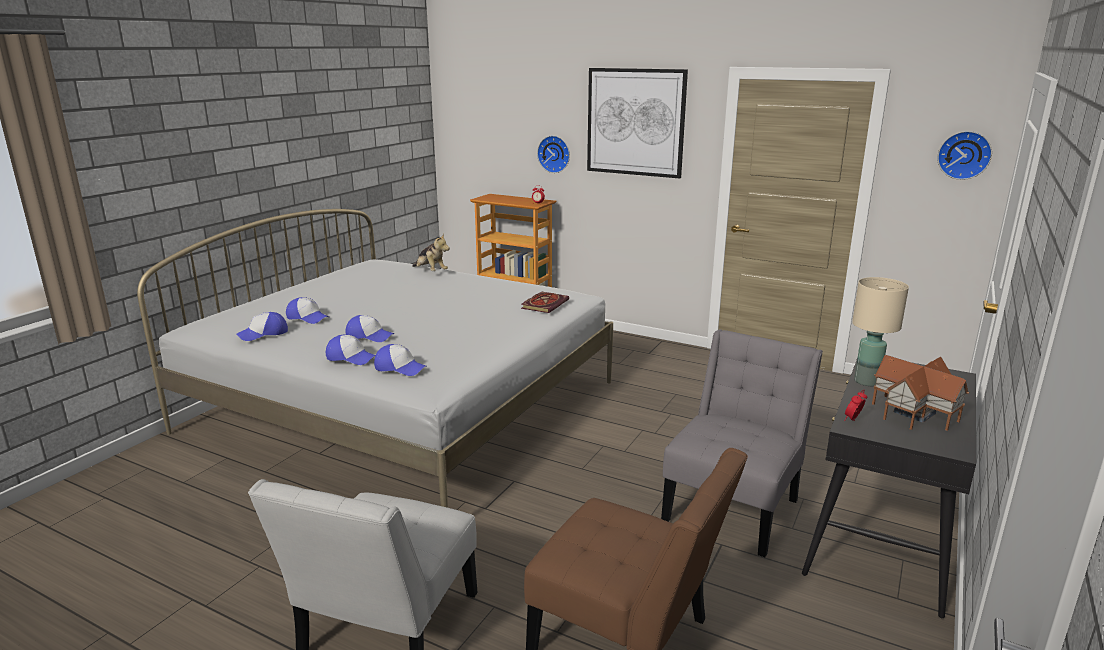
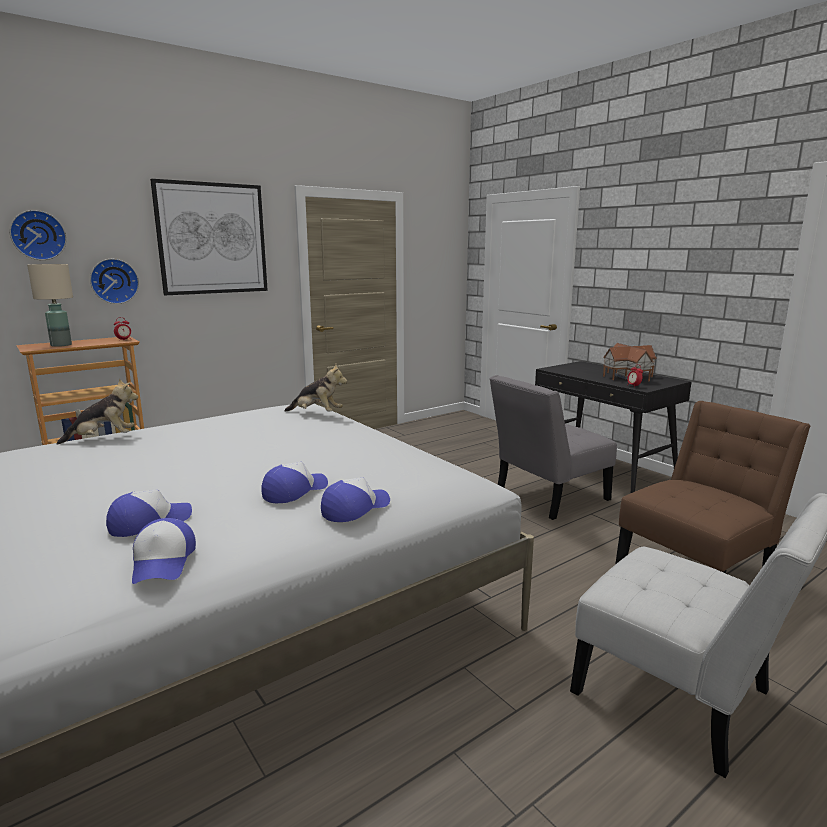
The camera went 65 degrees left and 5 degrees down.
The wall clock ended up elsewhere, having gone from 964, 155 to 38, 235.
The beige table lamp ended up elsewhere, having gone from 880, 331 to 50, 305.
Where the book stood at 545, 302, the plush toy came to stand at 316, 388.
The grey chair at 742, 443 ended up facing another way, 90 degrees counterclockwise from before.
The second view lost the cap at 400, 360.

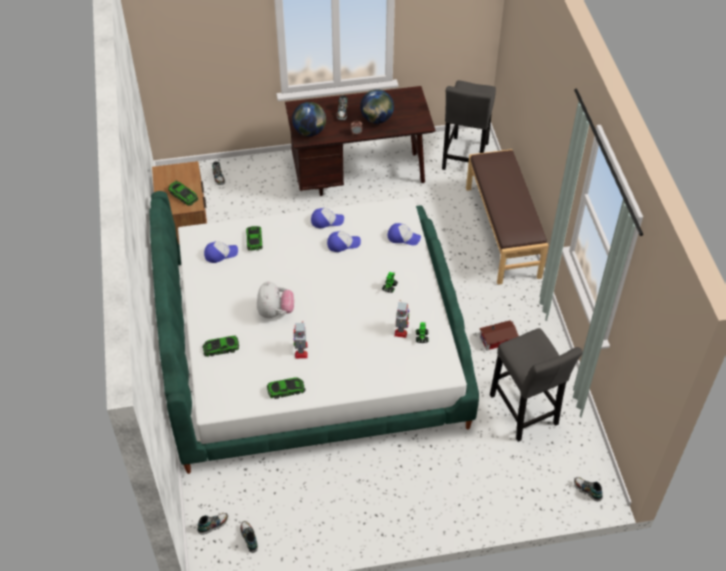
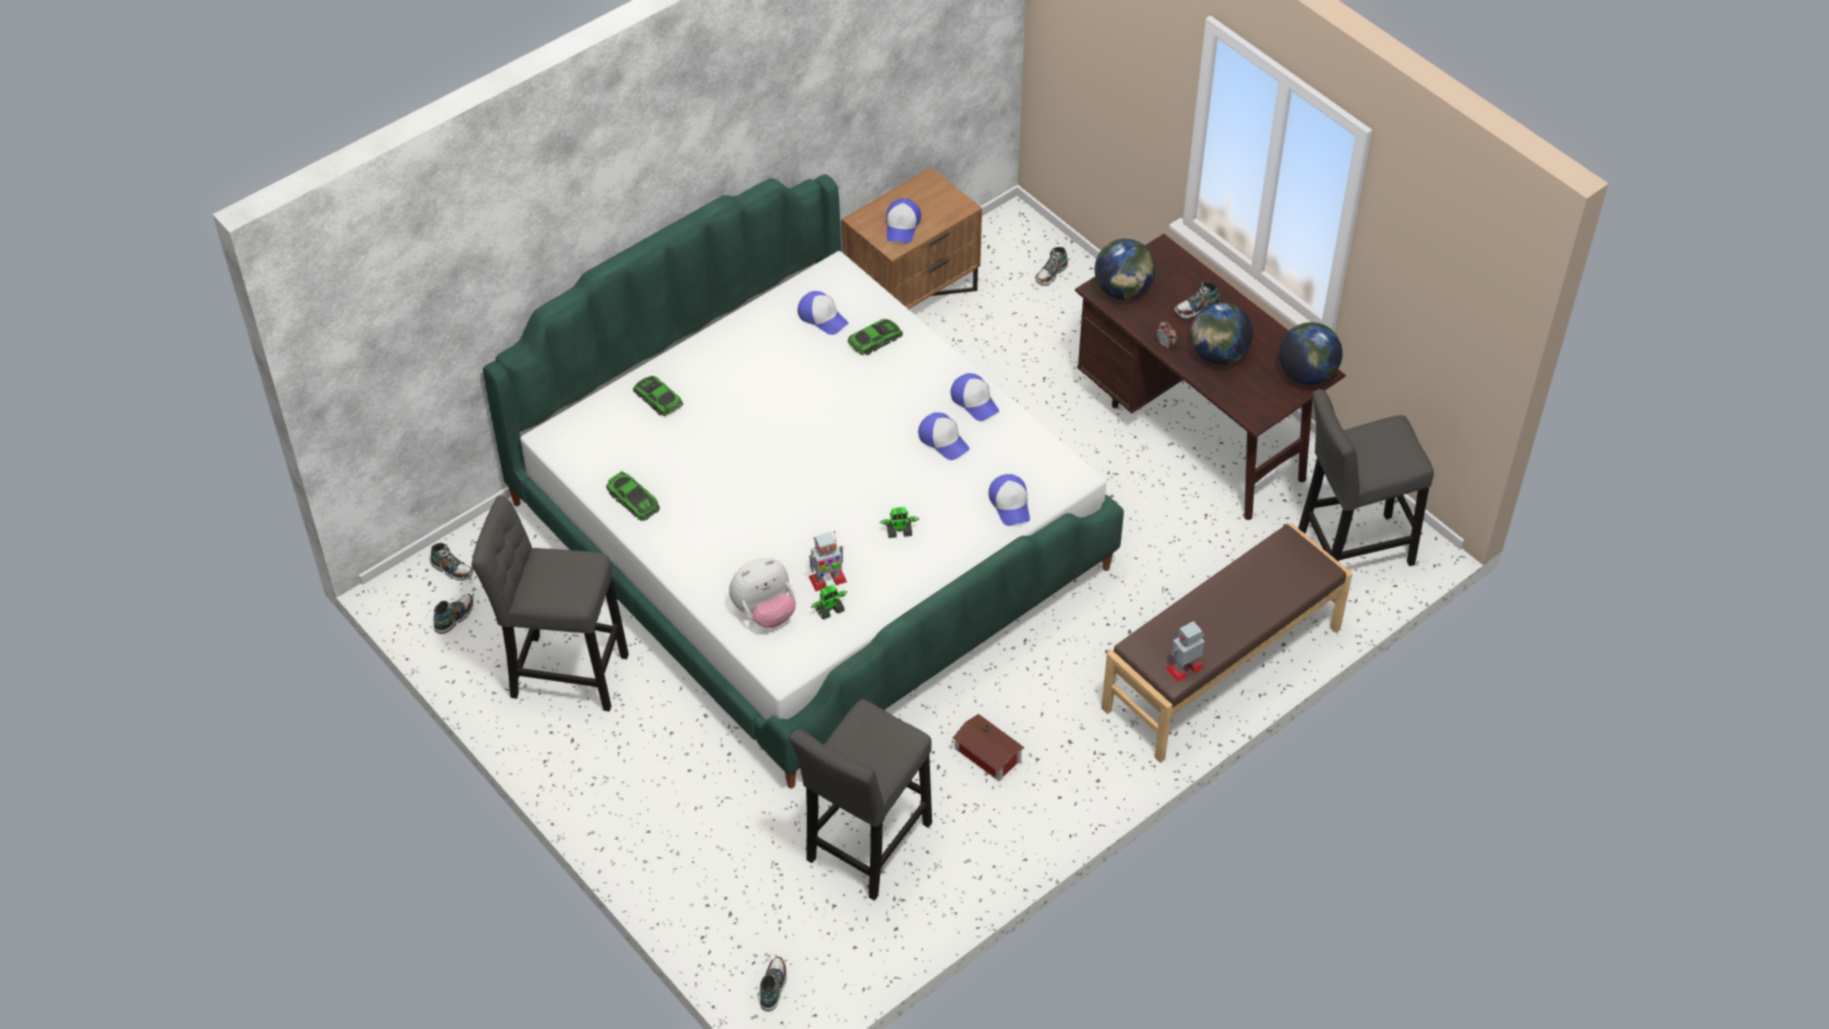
The camera went 60 degrees right and 0 degrees up.
The second view gained the grey stool at 550, 603.
The plush toy ended up elsewhere, having gone from 275, 299 to 762, 593.
Where the toy car stood at 183, 193, the cap came to stand at 903, 221.
The toy robot ended up elsewhere, having gone from 300, 340 to 1185, 651.
The second view gained the globe at 1311, 353.

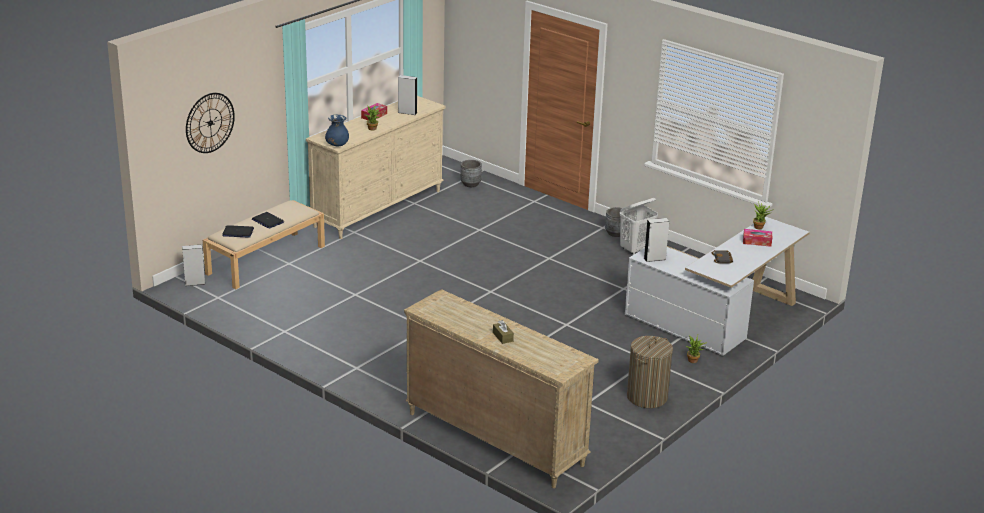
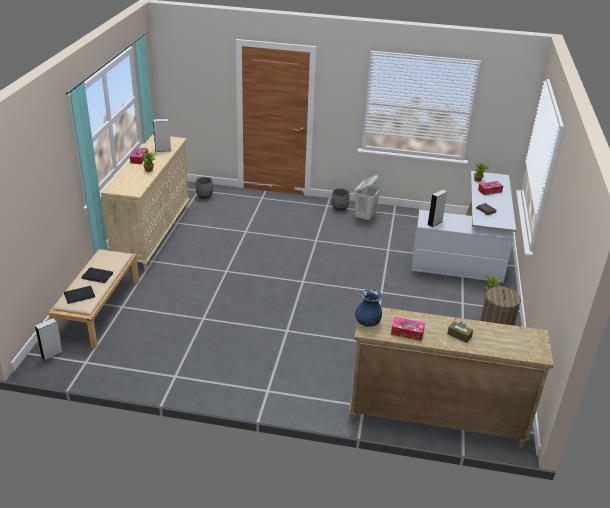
The camera went 30 degrees left and 5 degrees up.
The blue vase ended up elsewhere, having gone from 337, 130 to 368, 307.
The second view gained the tissue box at 408, 329.
The second view lost the wall clock at 210, 123.

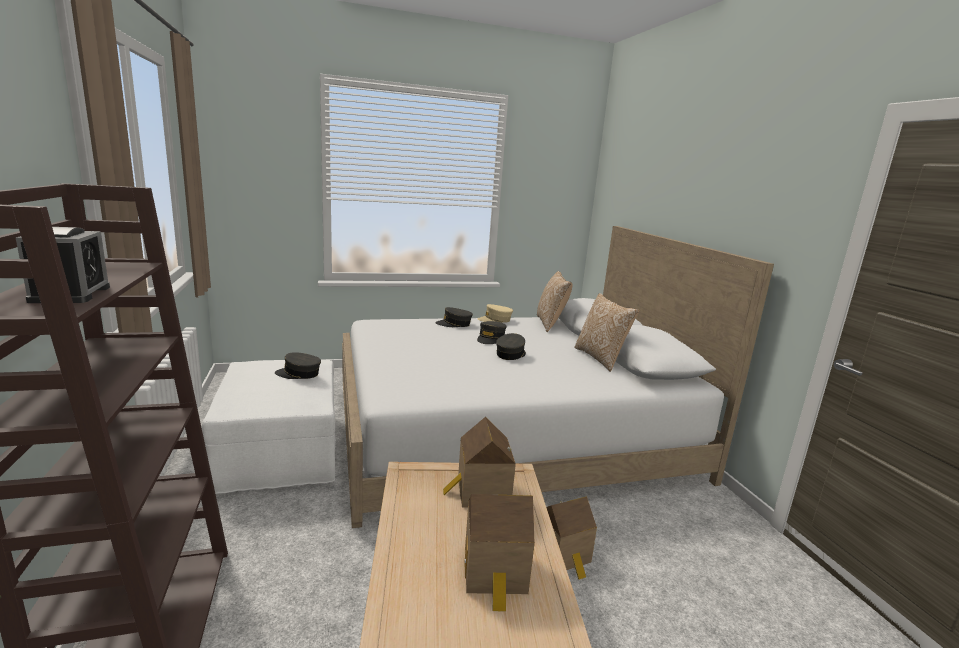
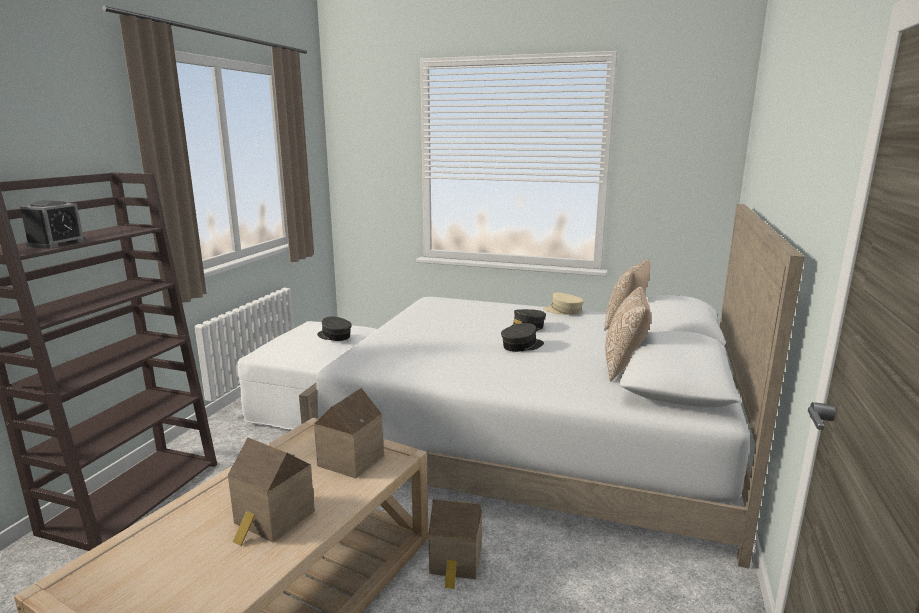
The camera went 35 degrees right and 0 degrees up.
The second view lost the grey cap at 454, 317.

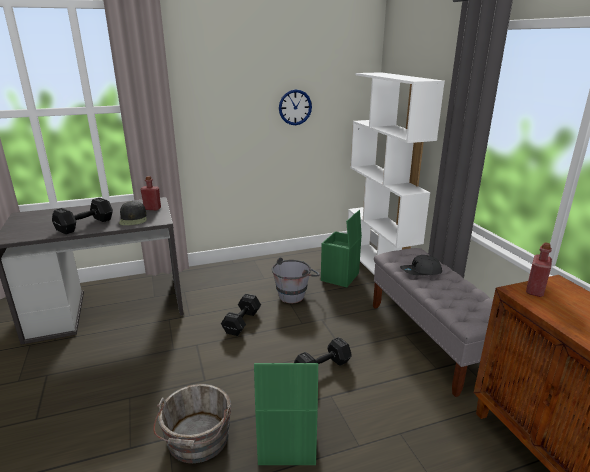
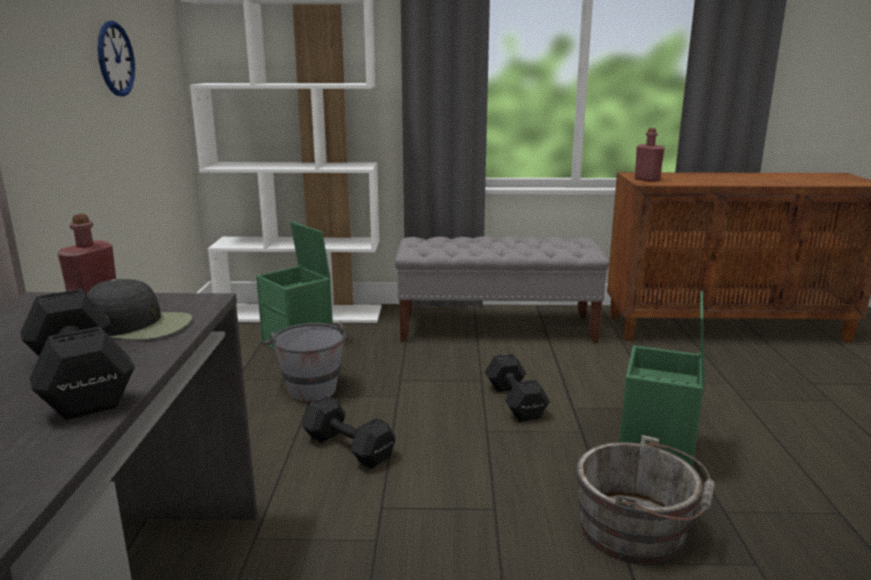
The camera went 70 degrees left and 5 degrees down.
The second view lost the grey cap at 421, 265.

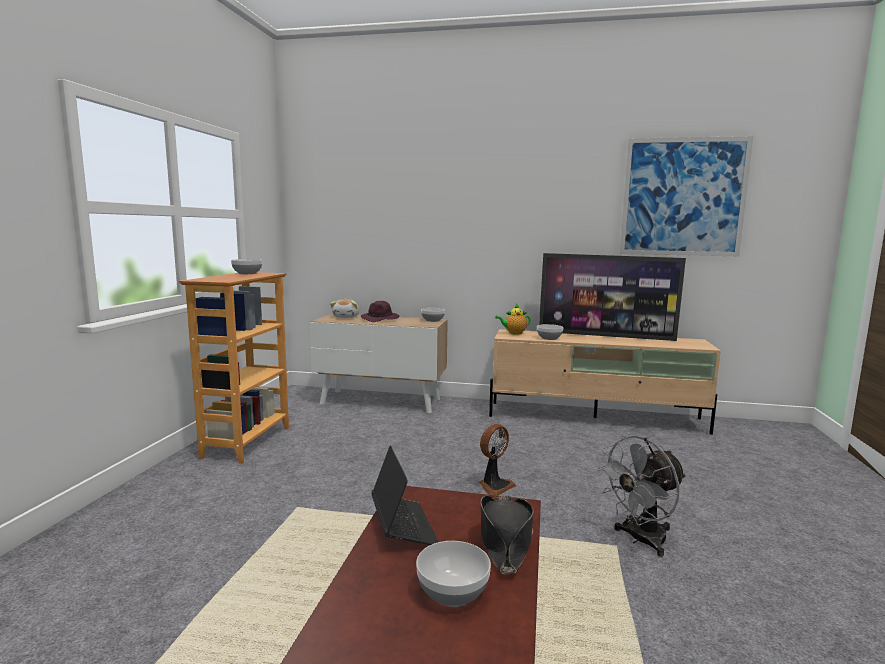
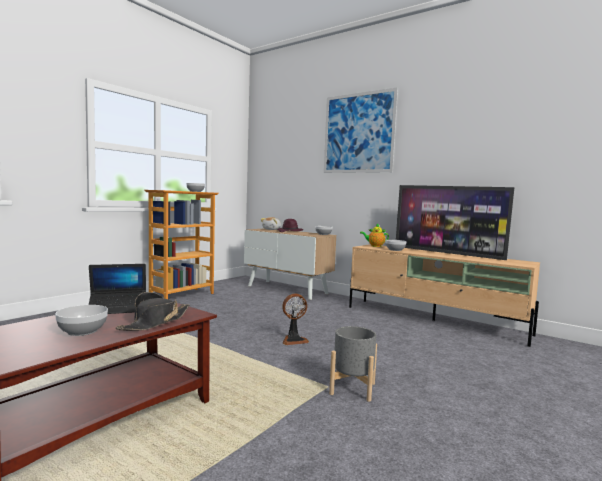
The camera went 25 degrees right and 5 degrees down.
The laptop at 405, 495 ended up facing another way, 60 degrees clockwise from before.
The picture ended up elsewhere, having gone from 686, 196 to 361, 130.
Where the grey fan stood at 641, 496, the grey planter came to stand at 353, 364.

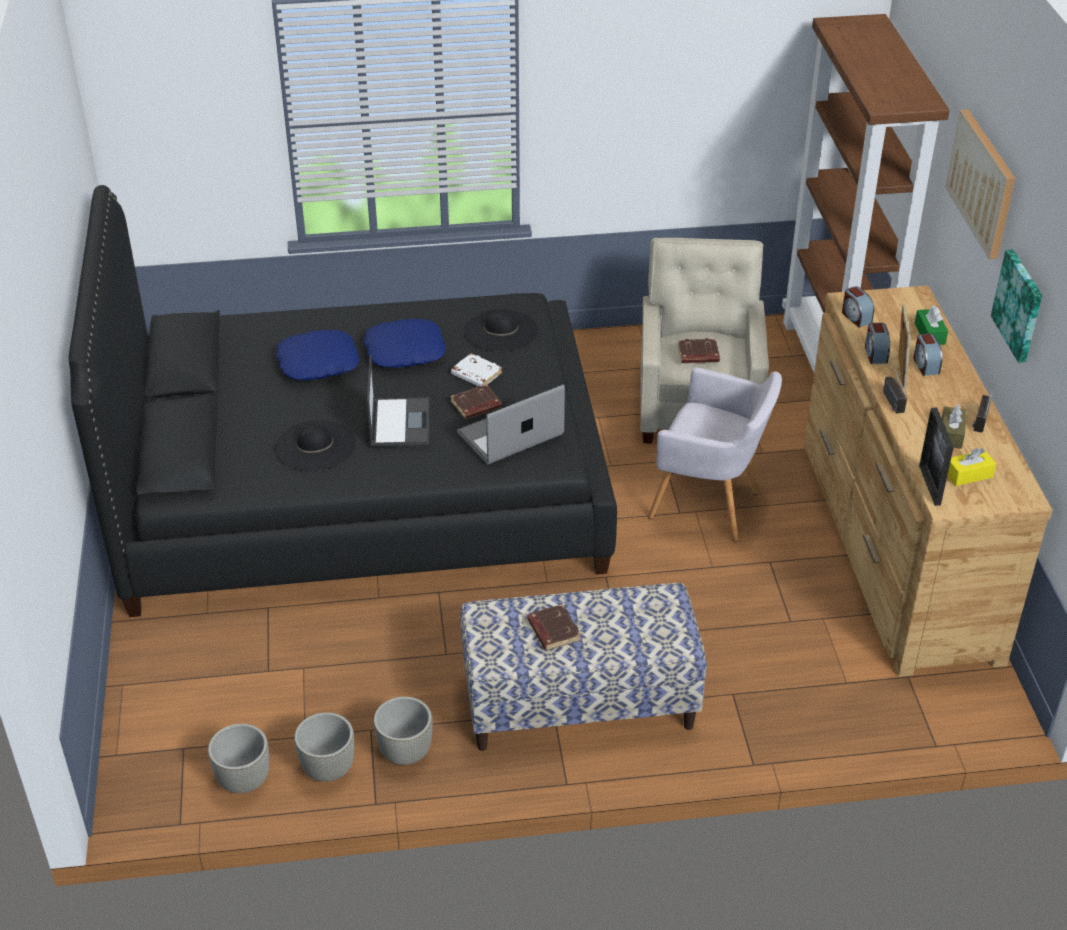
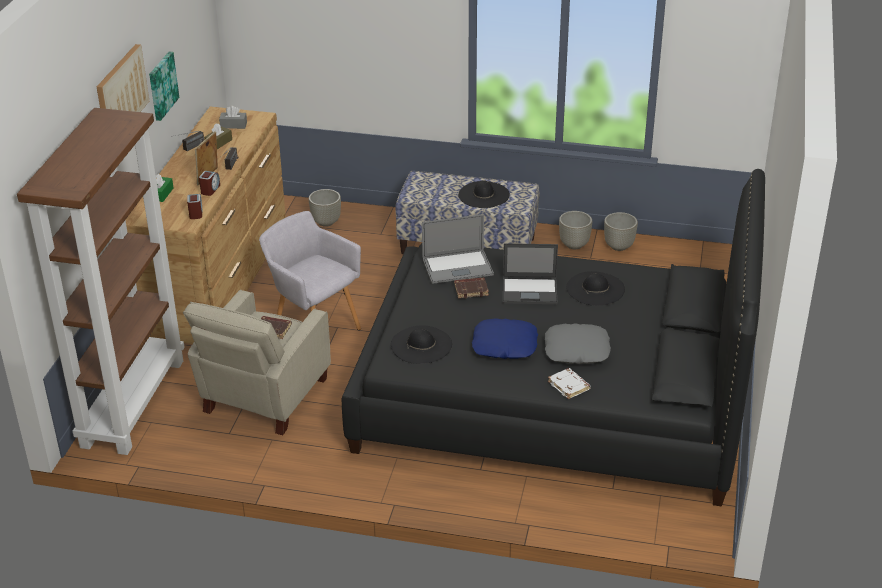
The camera went 160 degrees left and 5 degrees down.
What was the yellow tissue box at 971, 467 turned into the grey tissue box at 233, 117.
The grey planter ended up elsewhere, having gone from 238, 759 to 325, 208.
Where the brown book stood at 554, 627, the black hat came to stand at 484, 194.
The laptop at 398, 401 ended up facing another way, 105 degrees counterclockwise from before.
What was the blue pillow at 318, 355 turned into the grey pillow at 578, 343.
The white book ended up elsewhere, having gone from 476, 369 to 569, 383.
The second view lost the alarm clock at 928, 354.
The second view lost the picture frame at 936, 457.

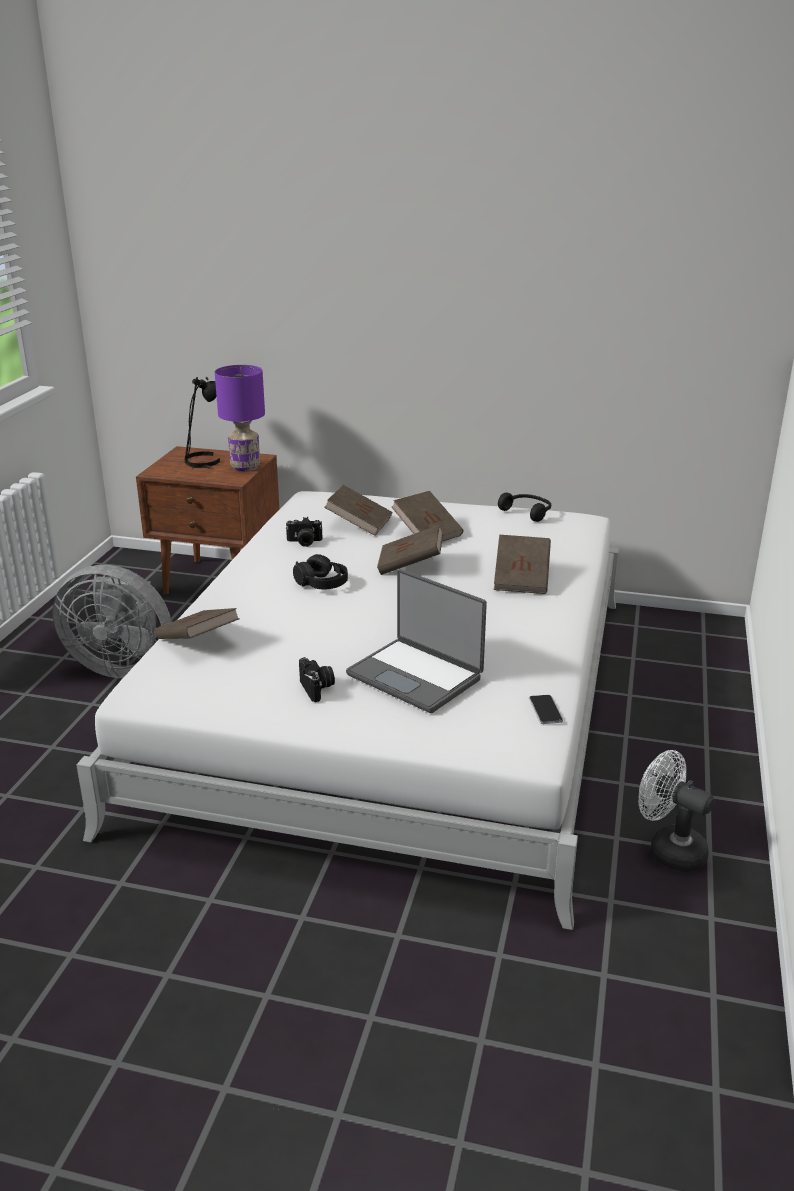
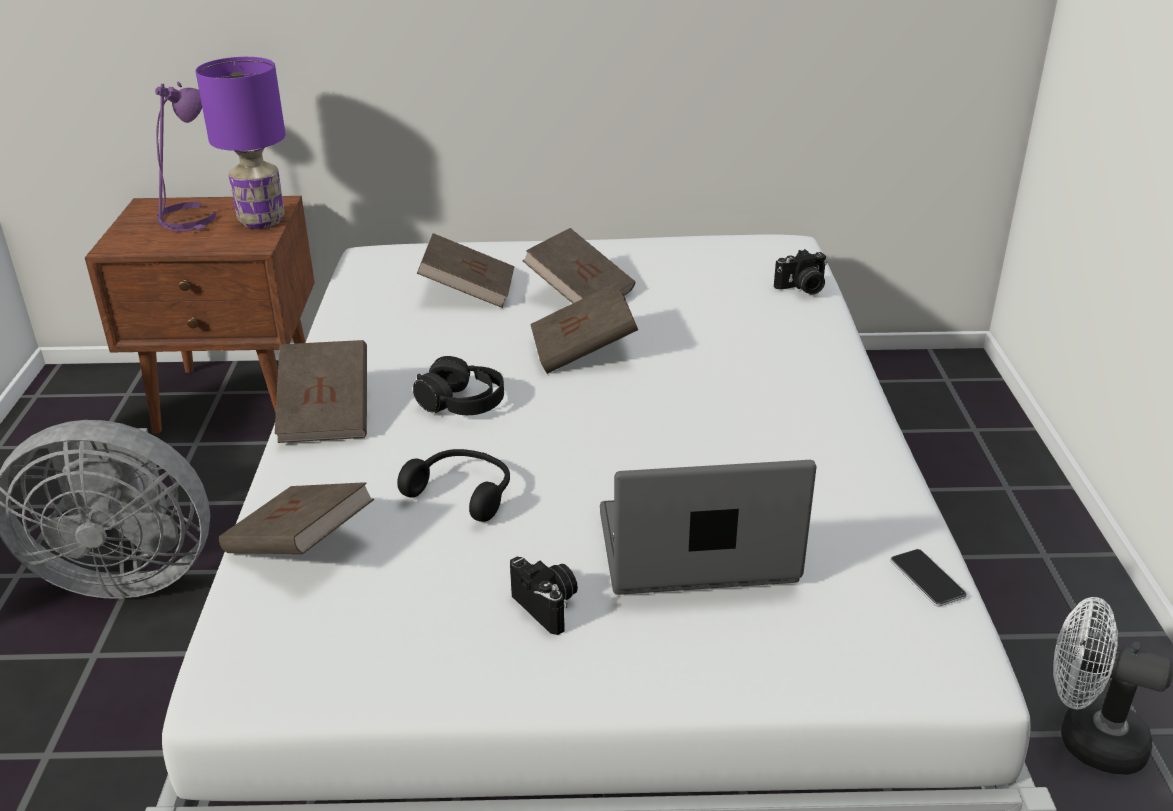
The camera went 15 degrees left and 5 degrees up.
What was the black table lamp at 202, 422 turned into the purple table lamp at 185, 157.
The brown book ended up elsewhere, having gone from 522, 564 to 321, 391.
The black headphones ended up elsewhere, having gone from 524, 507 to 453, 485.
The laptop at 416, 641 ended up facing another way, 150 degrees clockwise from before.
The photo camera ended up elsewhere, having gone from 304, 532 to 800, 271.

